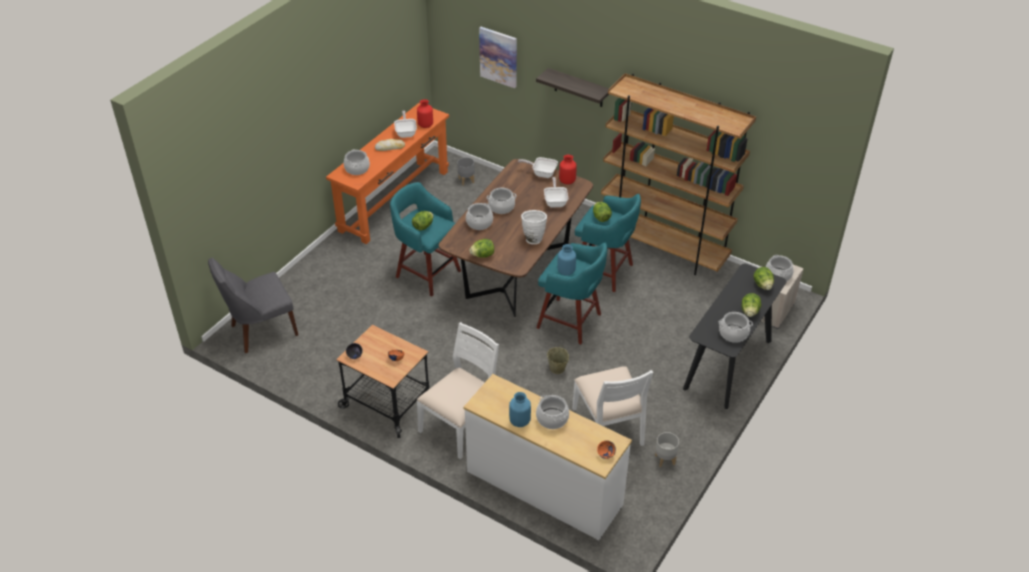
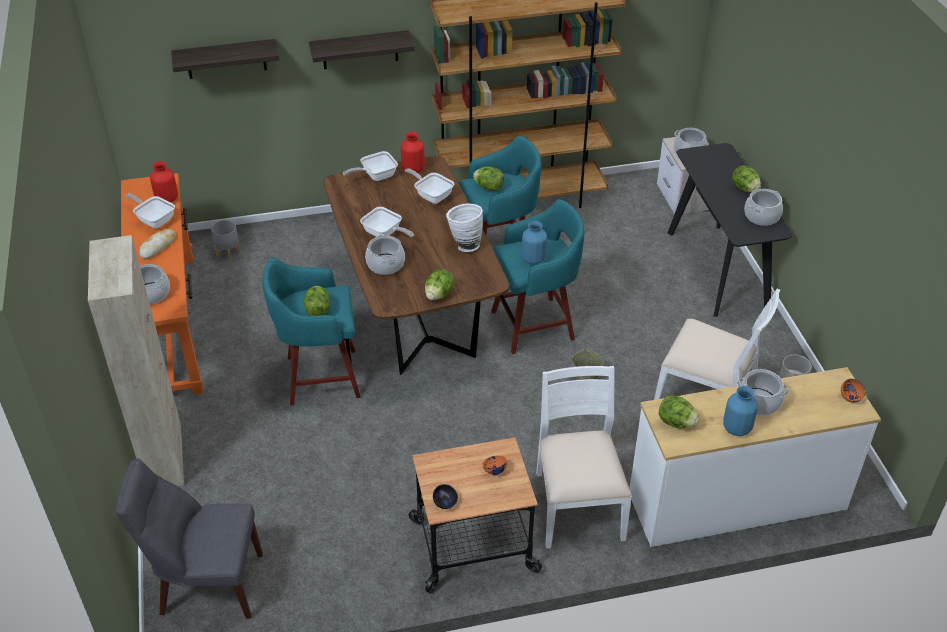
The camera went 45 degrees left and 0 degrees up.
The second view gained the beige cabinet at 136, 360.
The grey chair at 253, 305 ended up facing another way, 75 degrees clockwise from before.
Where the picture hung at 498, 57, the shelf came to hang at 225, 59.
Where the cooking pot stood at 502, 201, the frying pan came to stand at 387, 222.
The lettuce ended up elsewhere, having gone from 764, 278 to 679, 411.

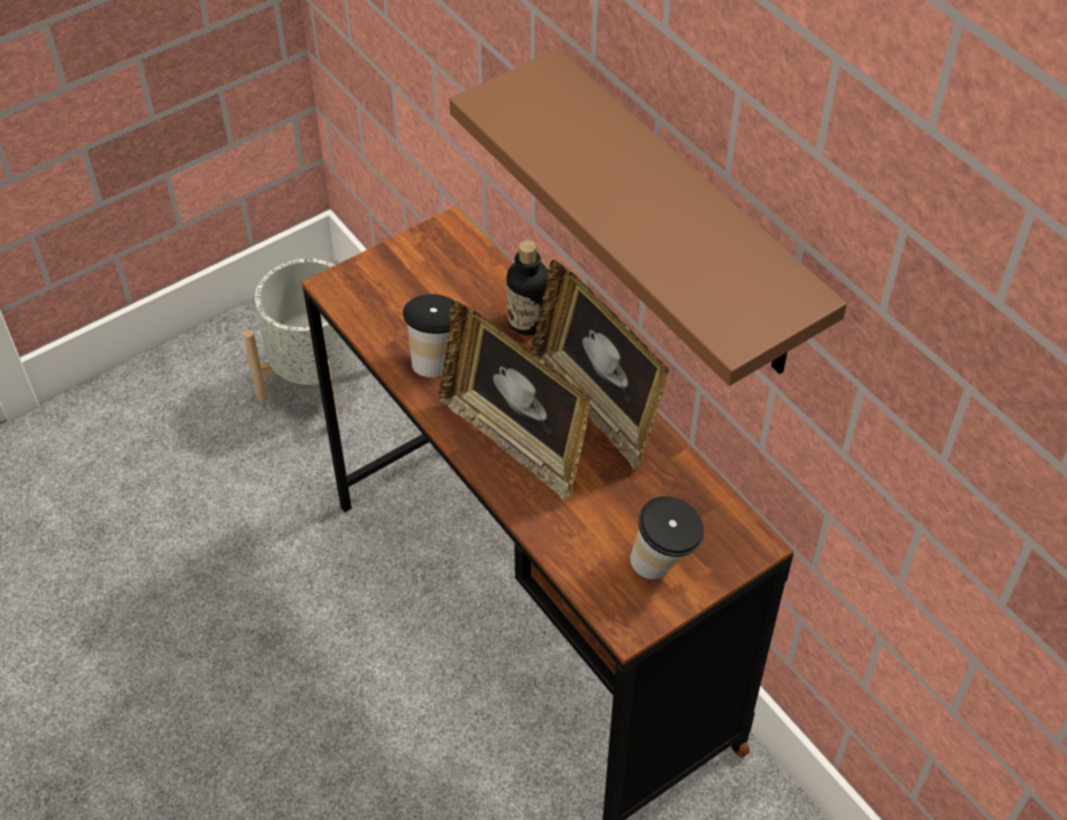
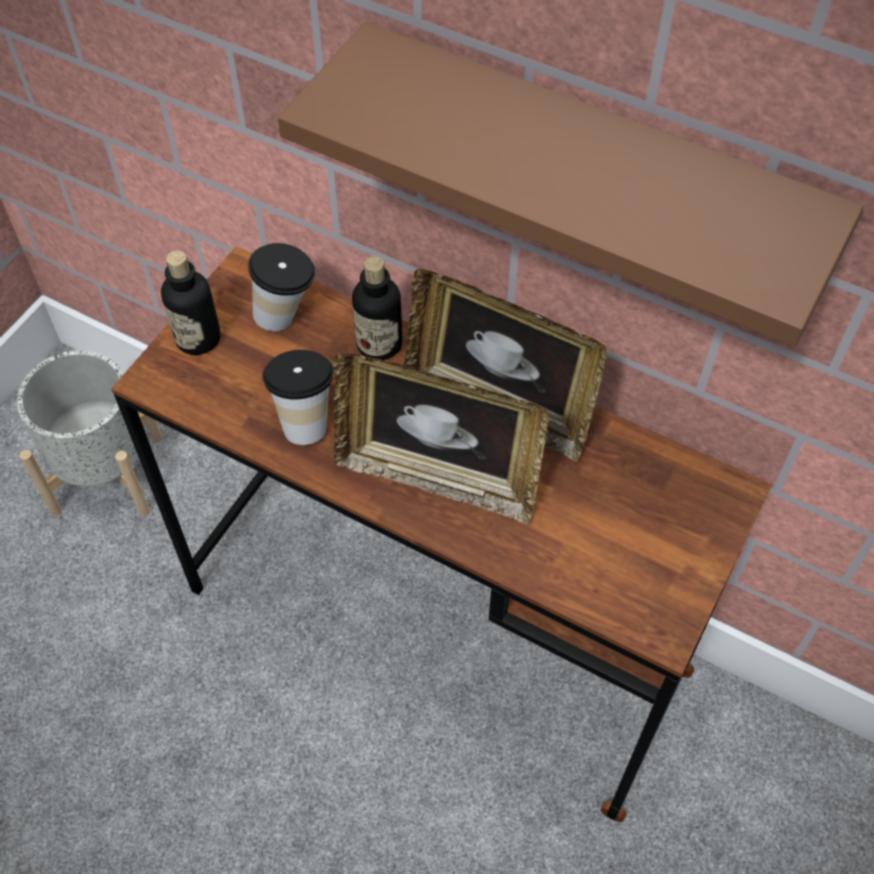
The camera went 25 degrees left and 5 degrees up.
The second view gained the bottle at 191, 302.
The cup ended up elsewhere, having gone from 667, 537 to 281, 287.

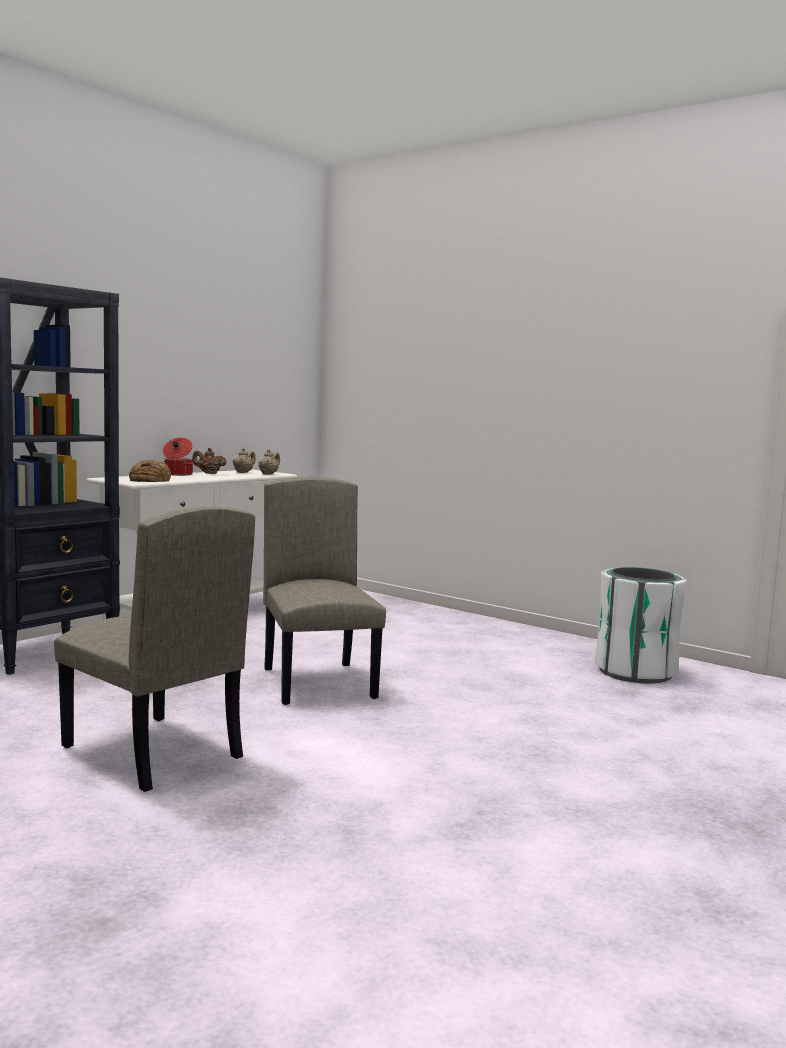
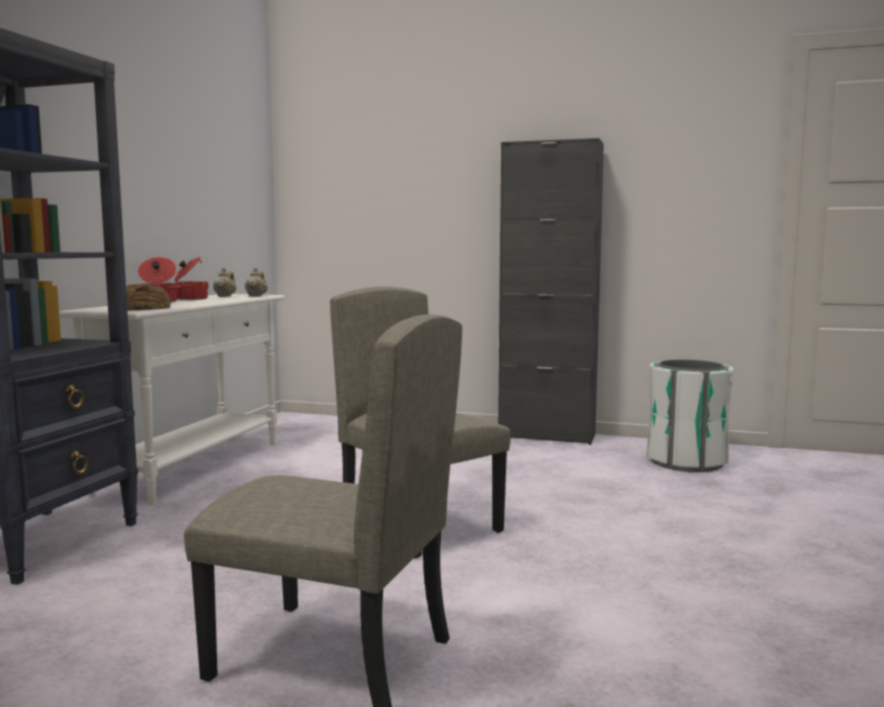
The camera went 20 degrees left and 0 degrees up.
Where the brown teapot stood at 209, 461, the cooking pot came to stand at 191, 278.
The second view gained the black cabinet at 551, 291.

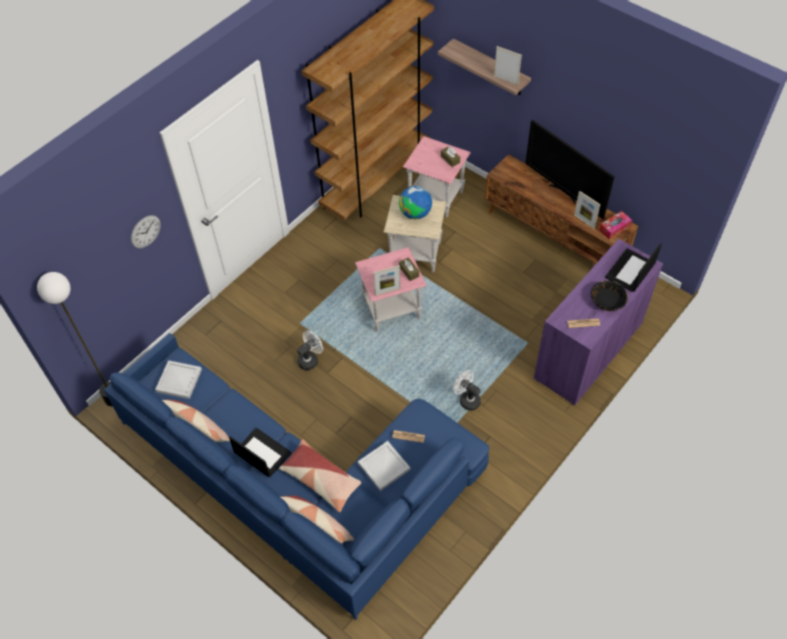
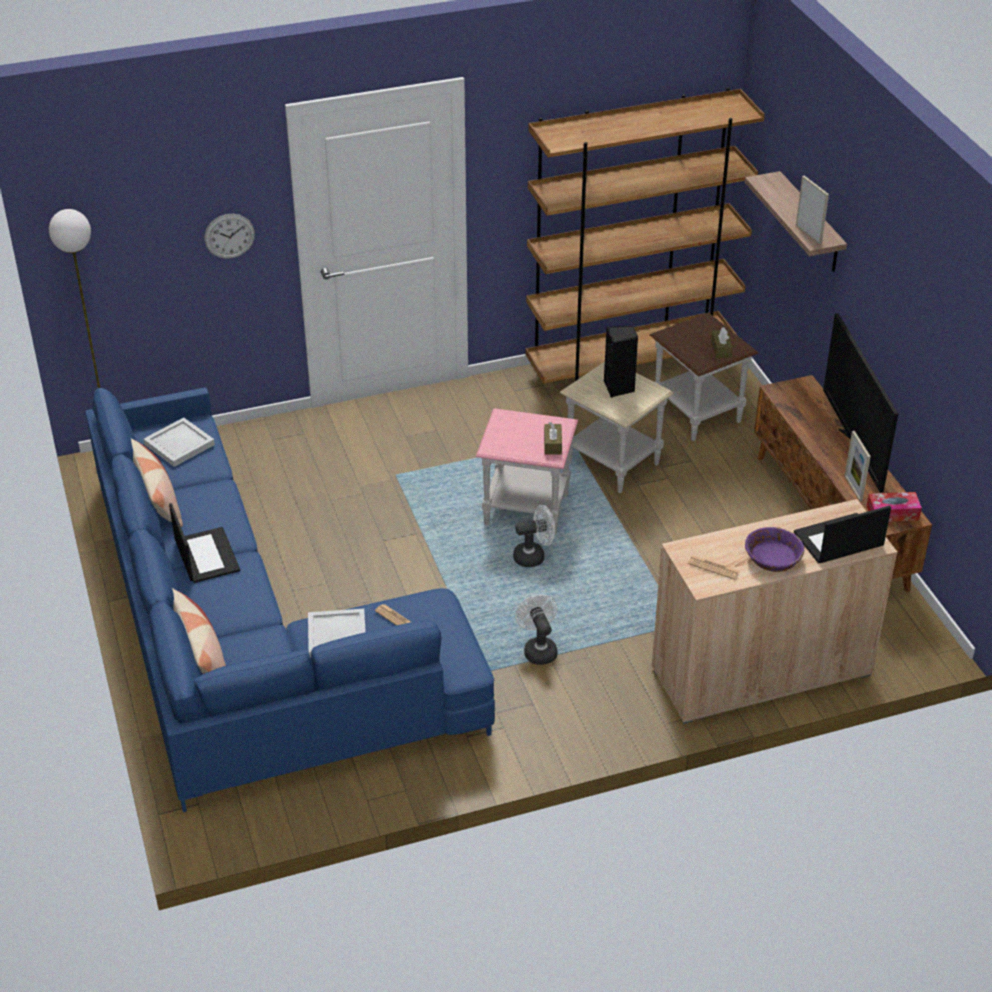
The camera went 30 degrees right and 15 degrees down.
The white fan ended up elsewhere, having gone from 310, 350 to 534, 536.
Where the globe stood at 415, 202, the black speaker came to stand at 621, 362.
What was the pink side table at 437, 177 turned into the brown side table at 704, 377.
What was the purple cabinet at 598, 322 turned into the beige cabinet at 774, 611.
What was the black bowl at 609, 296 turned into the purple bowl at 774, 549.
The second view lost the pillow at 320, 476.
The second view lost the picture frame at 387, 280.

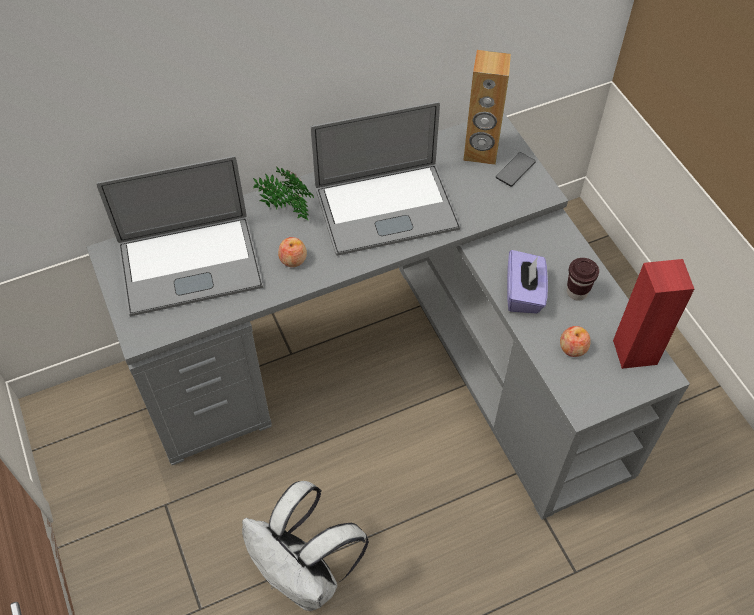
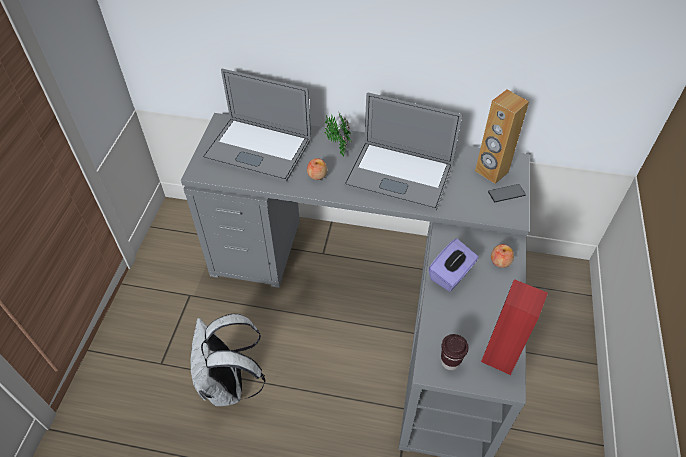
The camera went 35 degrees right and 5 degrees down.
The brown cup ended up elsewhere, having gone from 583, 279 to 455, 352.
The apple ended up elsewhere, having gone from 575, 341 to 502, 256.

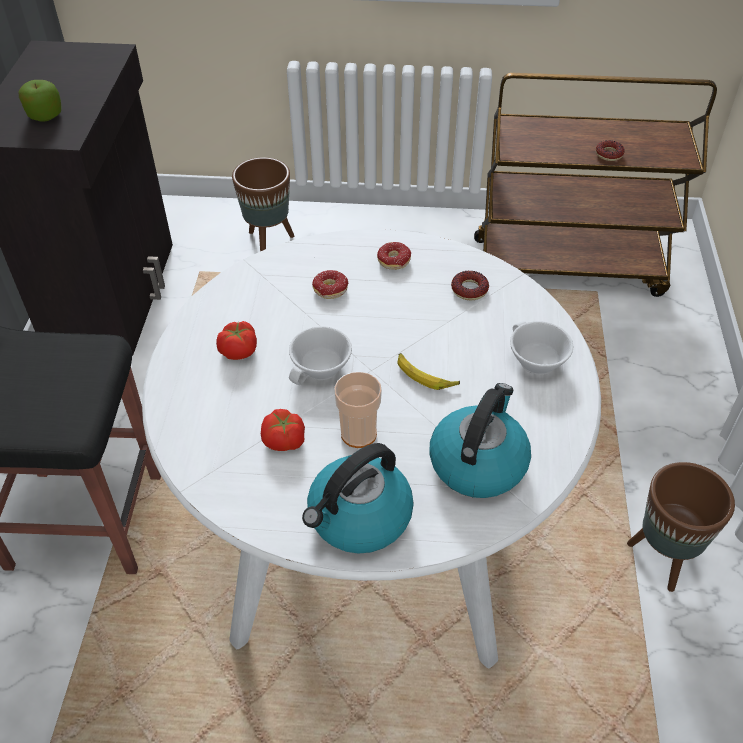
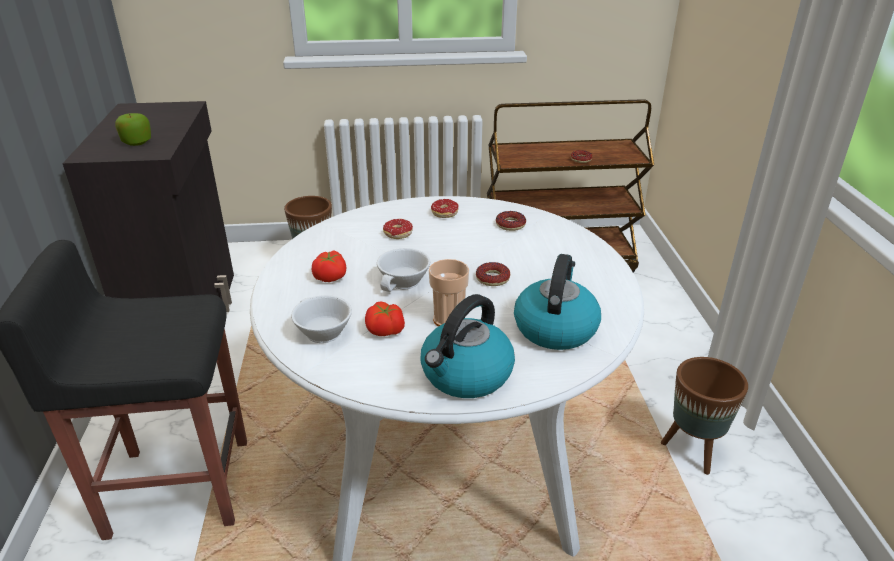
The camera went 10 degrees left and 15 degrees down.
The white cup ended up elsewhere, having gone from 542, 348 to 321, 319.
Where the banana stood at 429, 371, the donut came to stand at 493, 274.

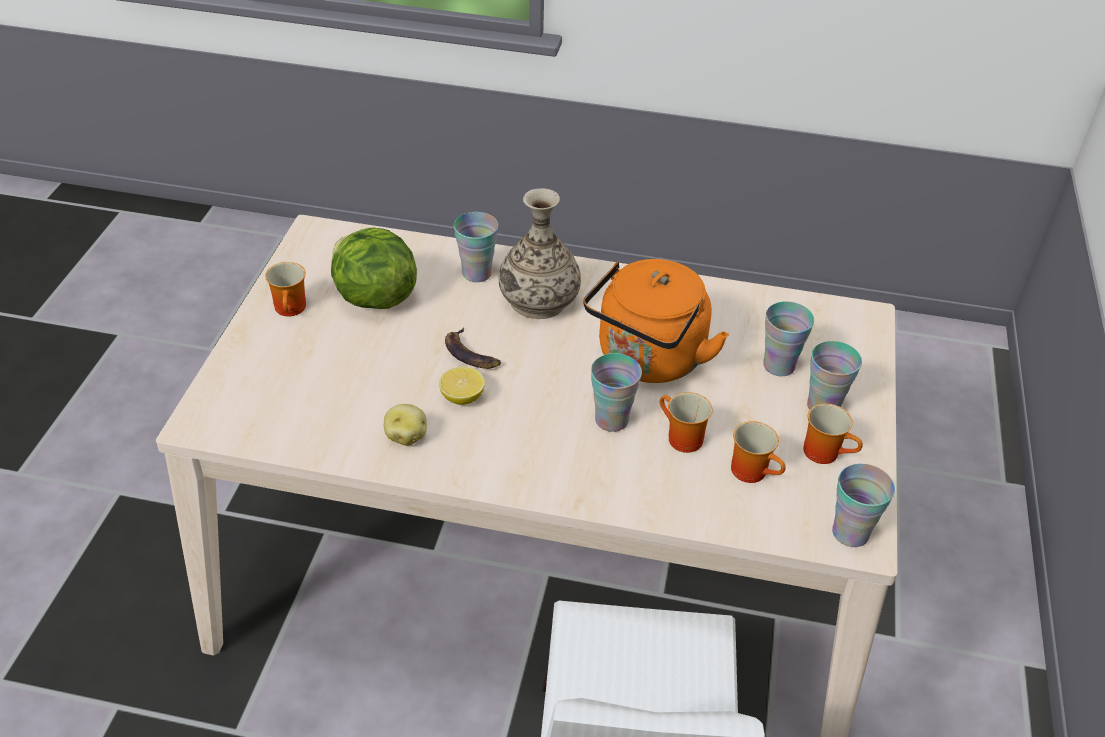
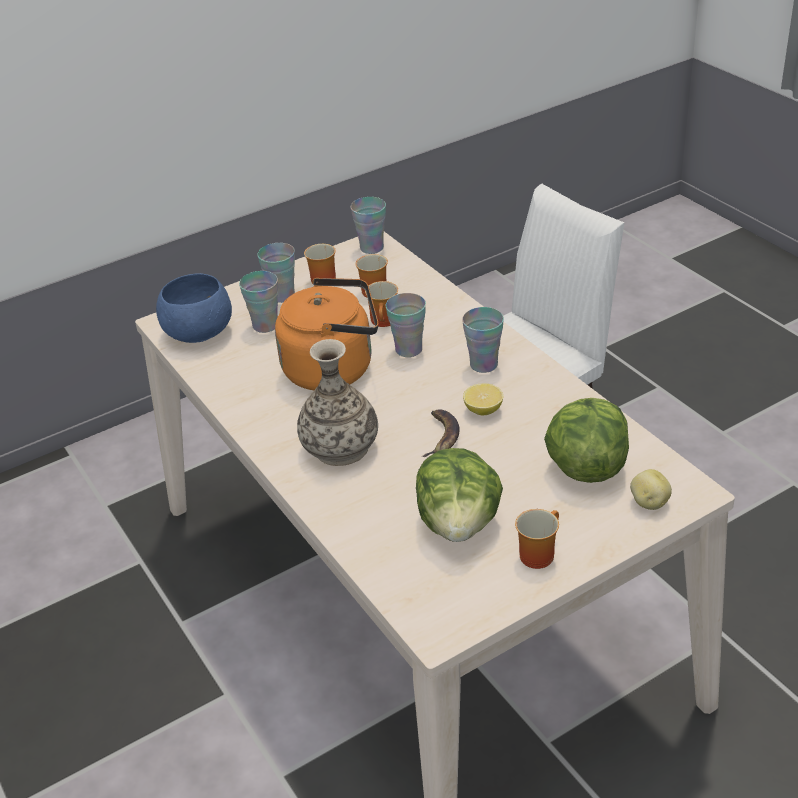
The camera went 130 degrees left and 5 degrees down.
The second view gained the blue bowl at 194, 308.
The cup ended up elsewhere, having gone from 476, 247 to 483, 340.
The second view gained the lettuce at 586, 440.
The potato ended up elsewhere, having gone from 405, 425 to 651, 489.

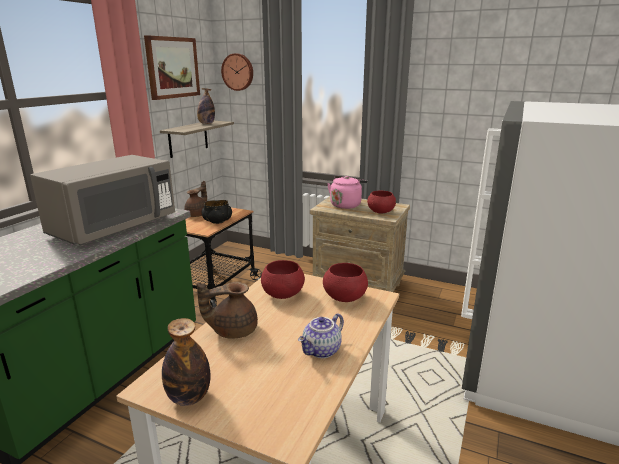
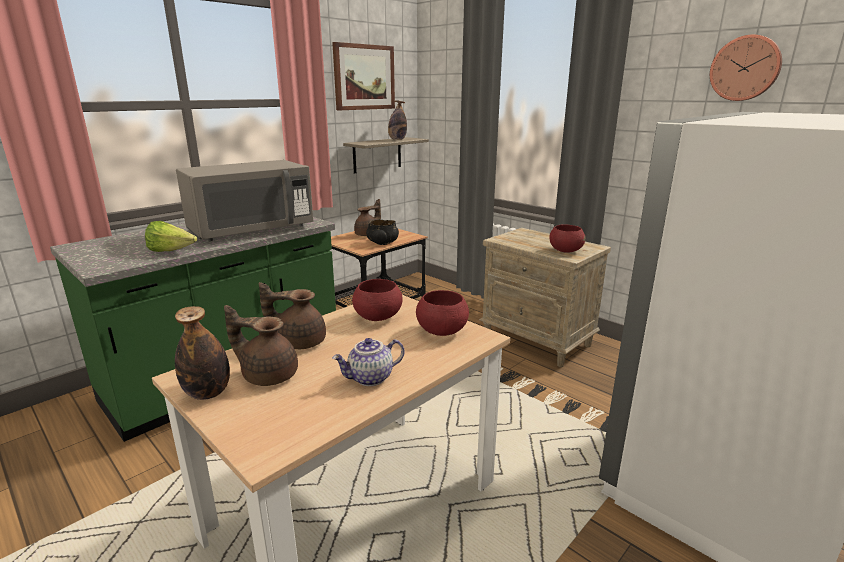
The camera went 20 degrees right and 0 degrees up.
The second view gained the lettuce at 171, 236.
The second view gained the brown teapot at 261, 345.
The wall clock ended up elsewhere, having gone from 237, 72 to 746, 67.
The second view lost the pink kettle at 347, 192.

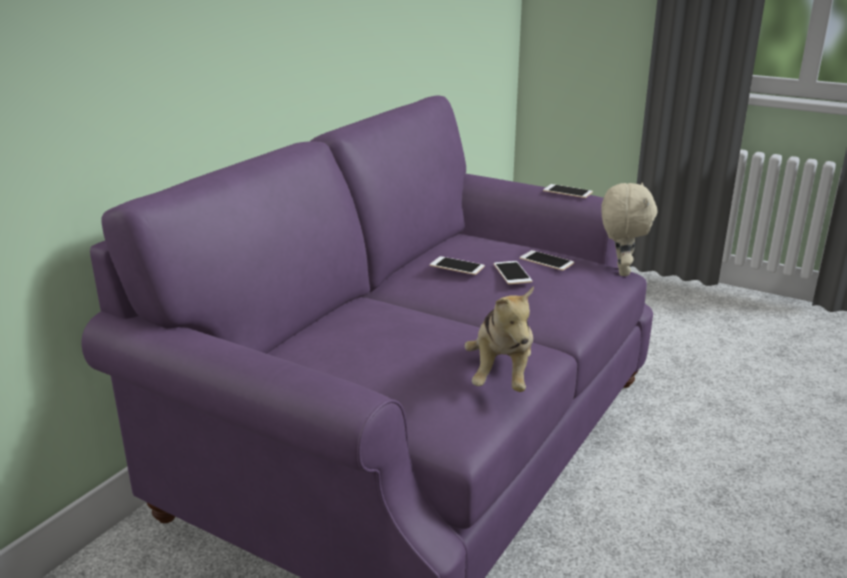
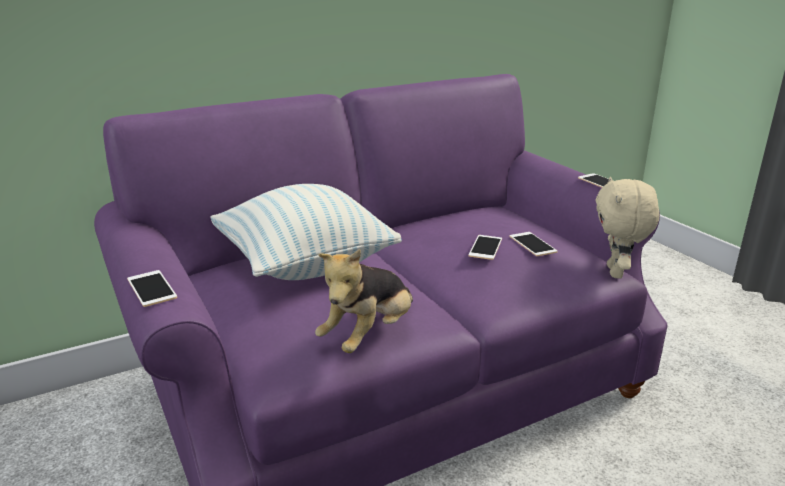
The camera went 30 degrees right and 0 degrees up.
The phone ended up elsewhere, having gone from 457, 265 to 152, 288.
The second view gained the pillow at 306, 232.
The beige plush toy at 629, 229 ended up facing another way, 150 degrees clockwise from before.

